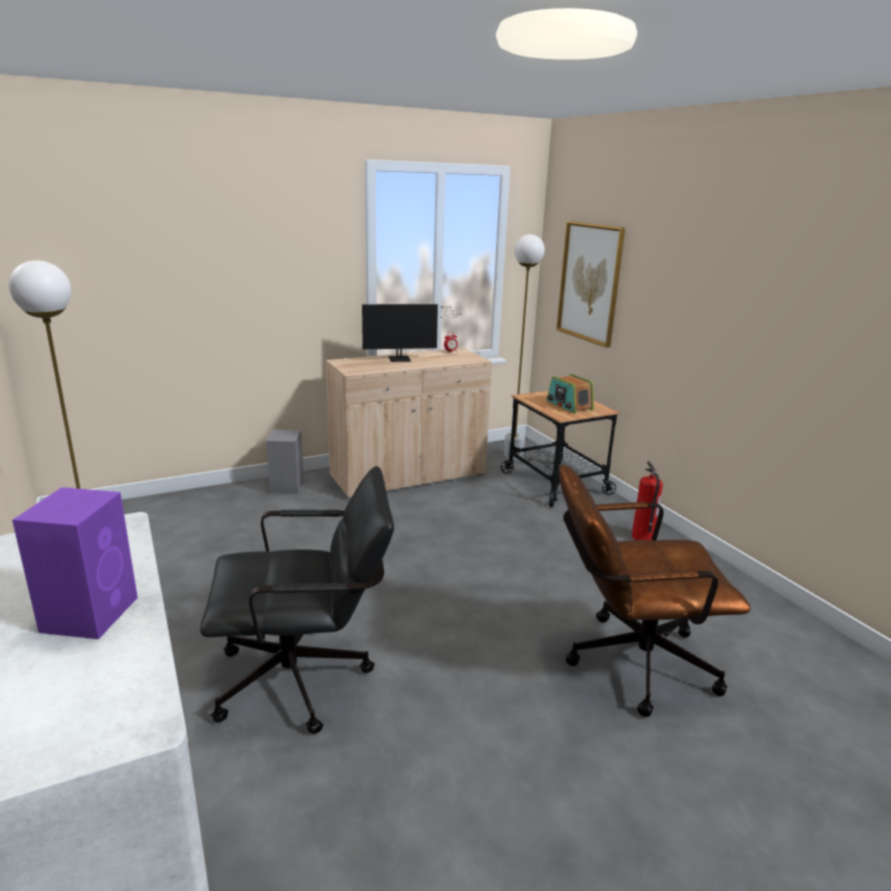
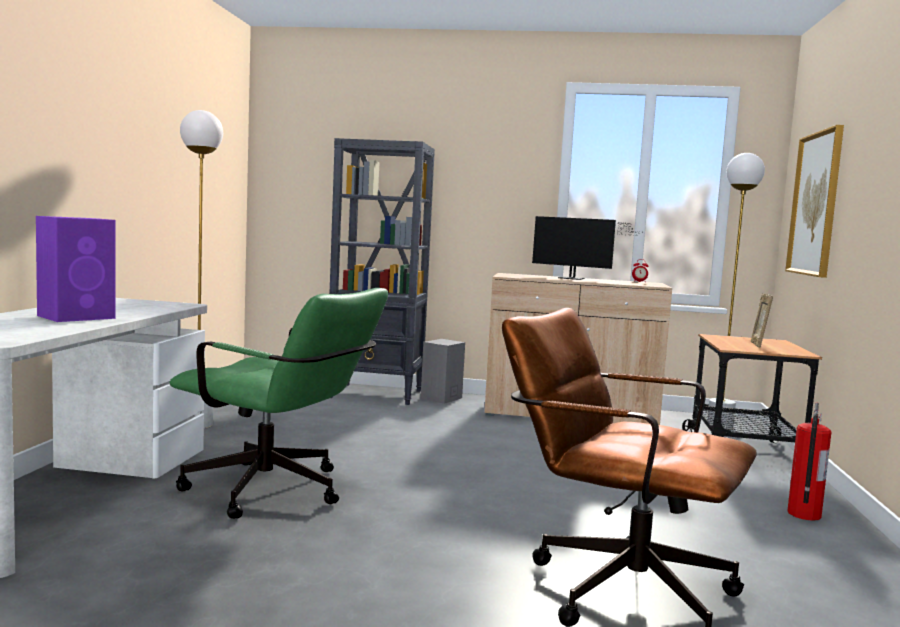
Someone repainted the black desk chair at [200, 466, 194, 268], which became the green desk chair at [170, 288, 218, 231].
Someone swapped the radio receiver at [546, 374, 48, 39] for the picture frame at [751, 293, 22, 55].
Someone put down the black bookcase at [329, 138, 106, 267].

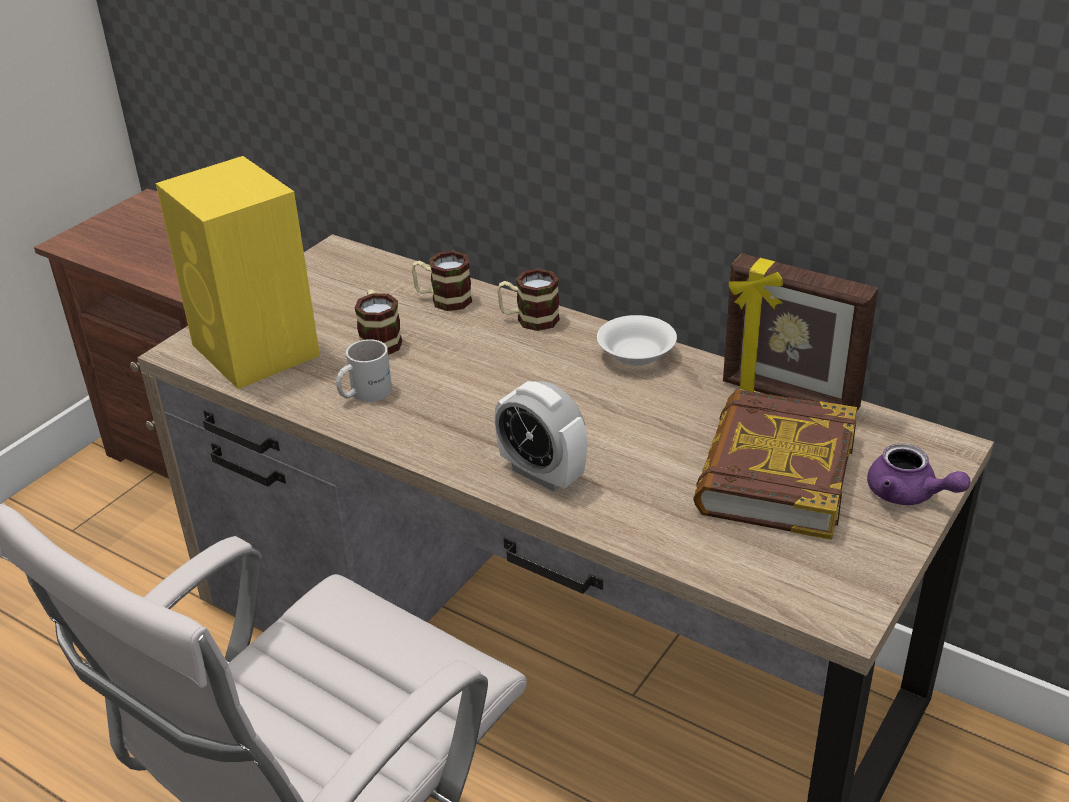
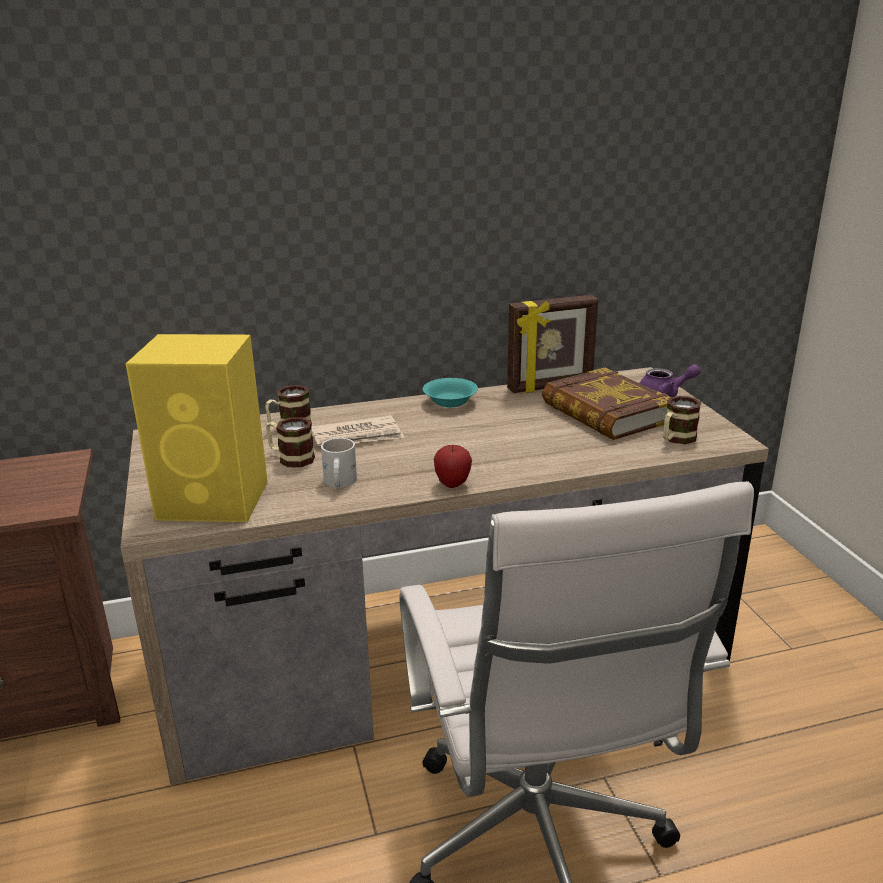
Someone took away the bedside clock at [494, 381, 93, 111].
Someone carried the tea mug from [497, 268, 63, 63] to [663, 396, 38, 48].
Someone repainted the white bowl at [597, 315, 80, 50], which became the turquoise bowl at [423, 378, 55, 30].
Someone put down the daily paper at [312, 415, 92, 31].
Someone put down the apple fruit at [434, 445, 38, 43].

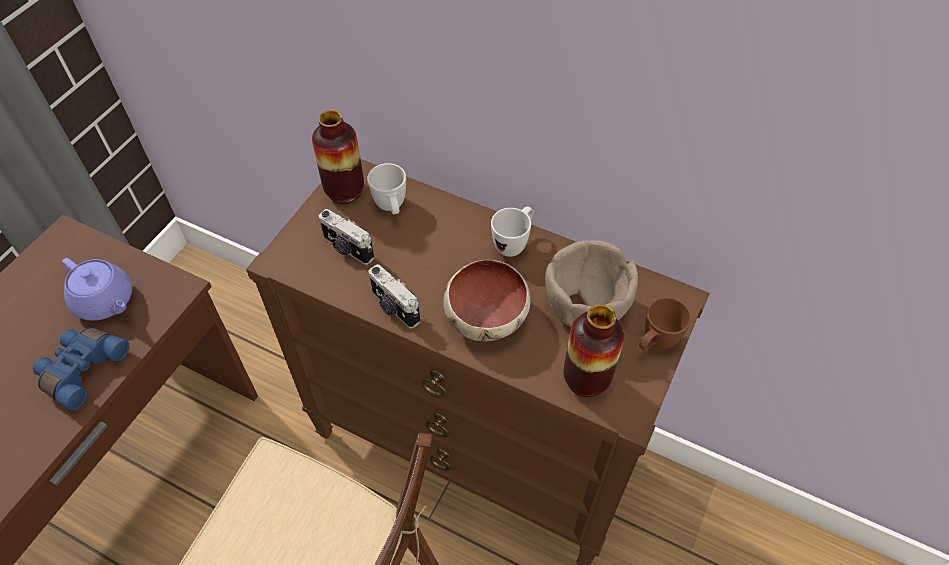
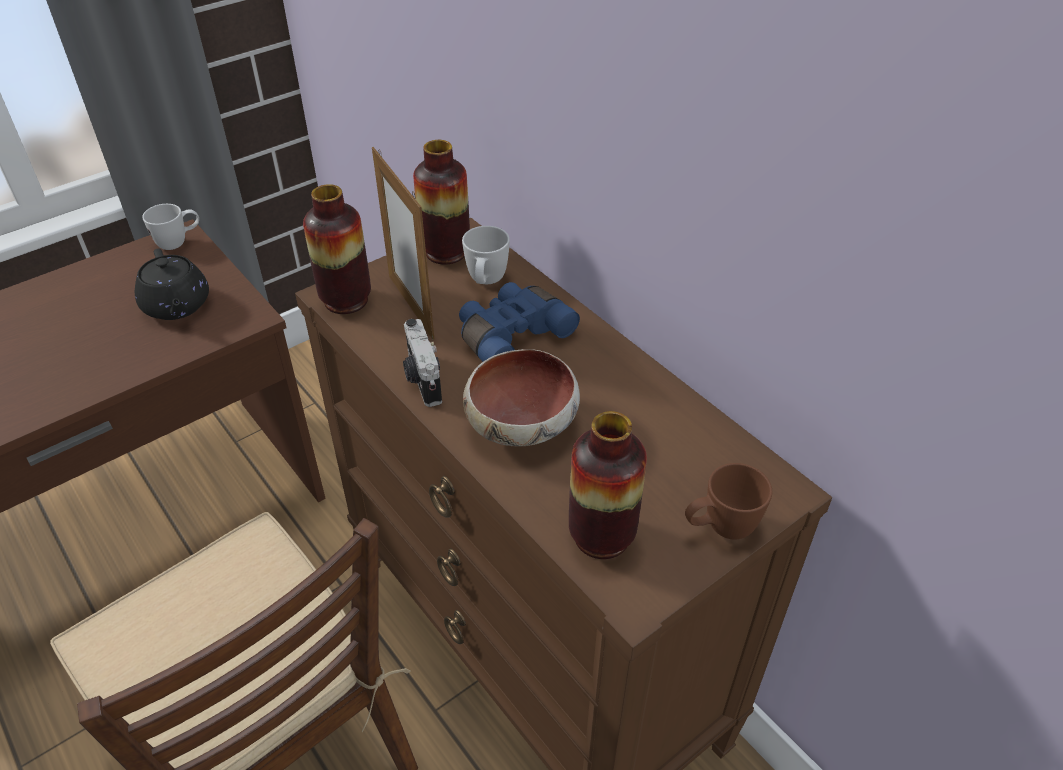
Someone carried the blue-coloured pair of binoculars from [33, 328, 96, 83] to [459, 282, 121, 80].
Someone repainted the purplish teapot at [62, 258, 70, 63], which became the black teapot at [135, 249, 74, 71].
Someone swapped the still camera at [319, 209, 55, 56] for the picture frame at [372, 147, 62, 193].
Someone carried the white tea mug from [491, 206, 43, 51] to [142, 204, 57, 46].
Someone took away the brown-coloured bowl at [545, 240, 93, 87].
Someone put down the decorative vase at [303, 184, 68, 130].

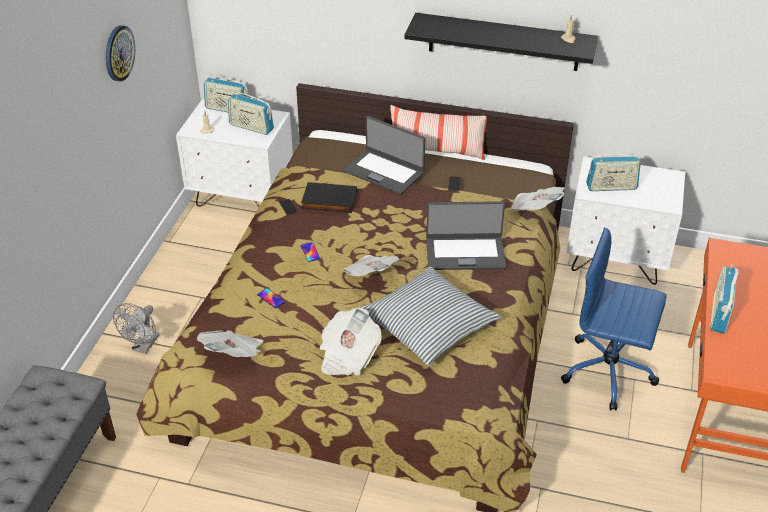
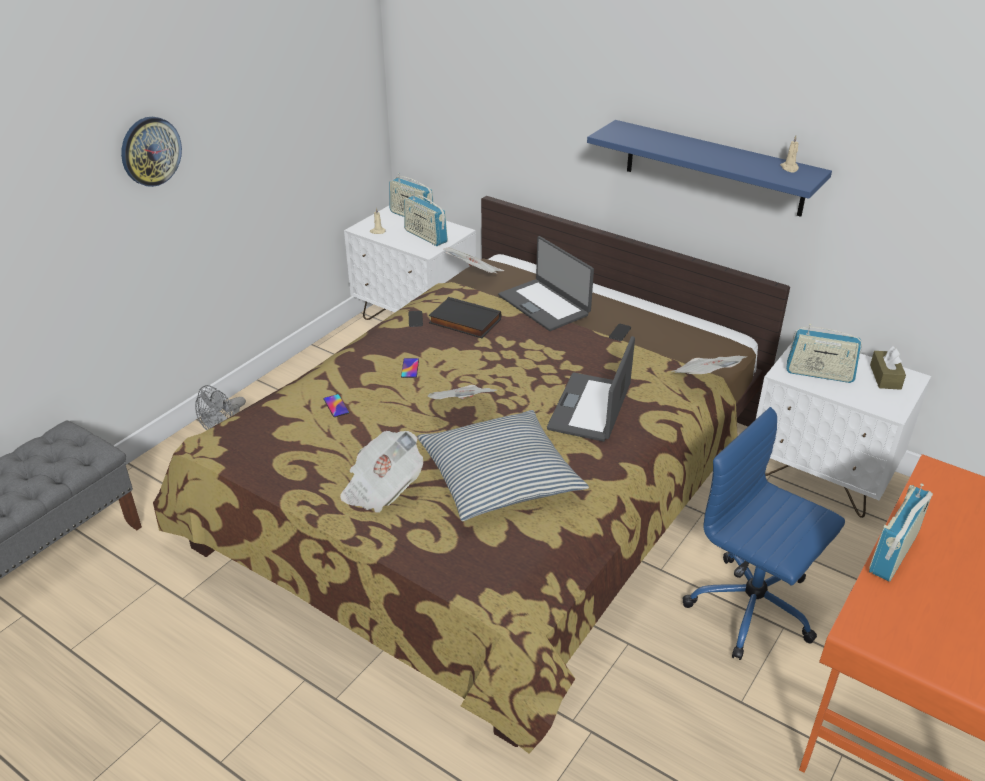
Someone carried the clock on the wall from [106, 25, 29, 57] to [121, 117, 61, 70].
Someone carried the daily paper from [197, 330, 67, 27] to [443, 248, 61, 25].
Someone took away the throw pillow at [390, 105, 97, 55].
Someone repainted the black wall shelf at [405, 13, 193, 58], which became the blue-coloured wall shelf at [587, 120, 245, 97].
Someone rotated the laptop at [426, 201, 80, 69] by 90 degrees clockwise.
Someone put down the brown-coloured tissue box at [870, 346, 36, 44].

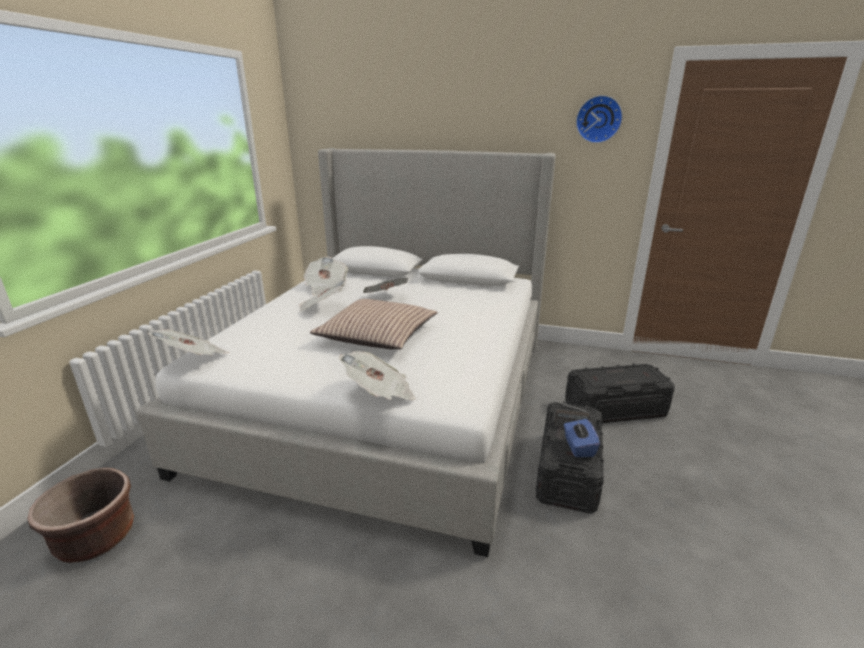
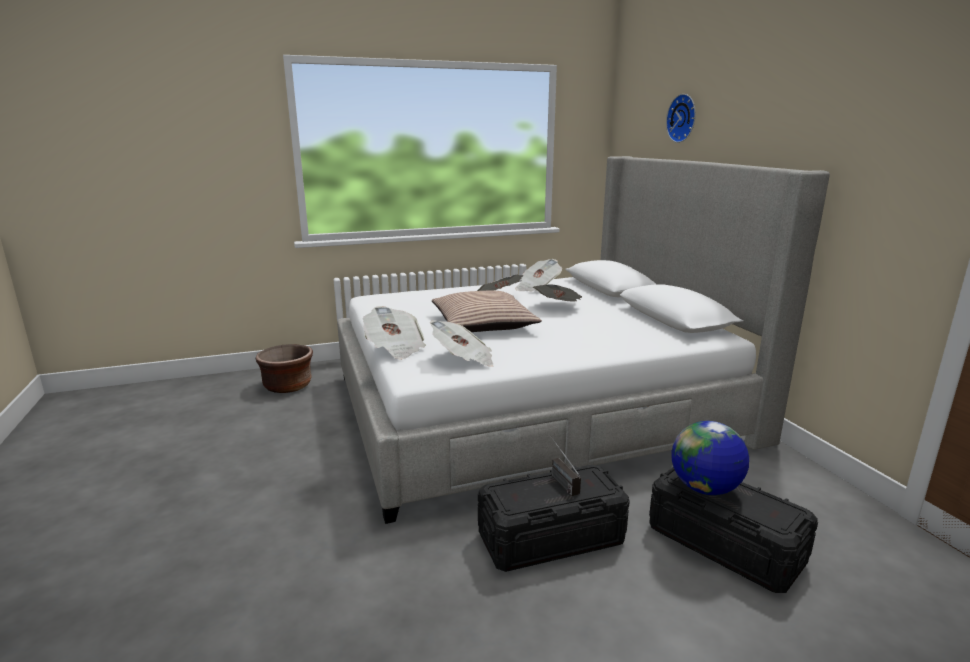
Someone carried the daily paper from [147, 330, 83, 25] to [430, 320, 63, 47].
Someone took away the blue-coloured tissue box at [564, 419, 36, 38].
Someone carried the clock on the wall from [576, 95, 47, 48] to [666, 94, 30, 49].
Someone put down the globe at [671, 421, 78, 74].

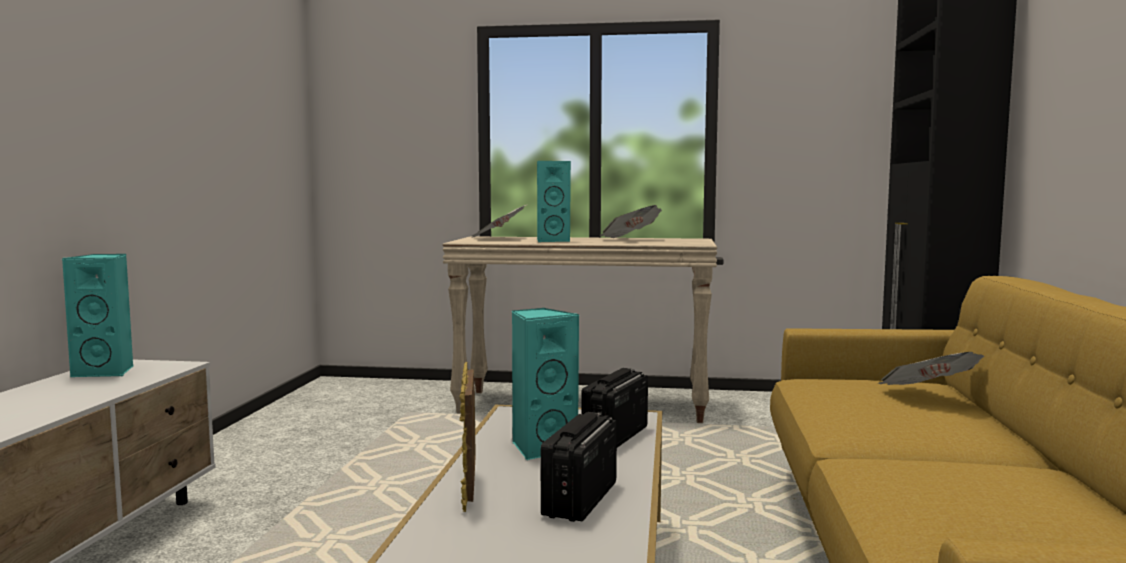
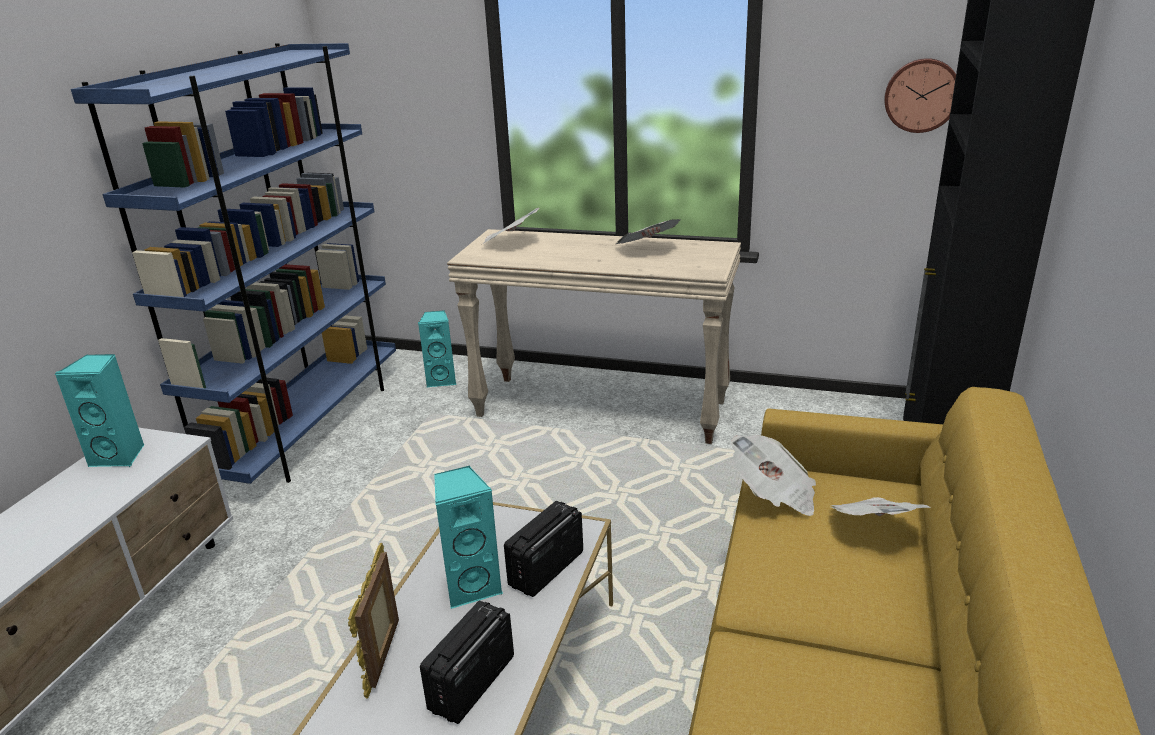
Someone carried the turquoise speaker from [537, 161, 34, 81] to [418, 310, 39, 77].
Someone put down the blue-coloured bookcase at [71, 43, 325, 441].
Someone put down the daily paper at [731, 435, 85, 81].
Someone put up the clock on the wall at [884, 58, 72, 75].

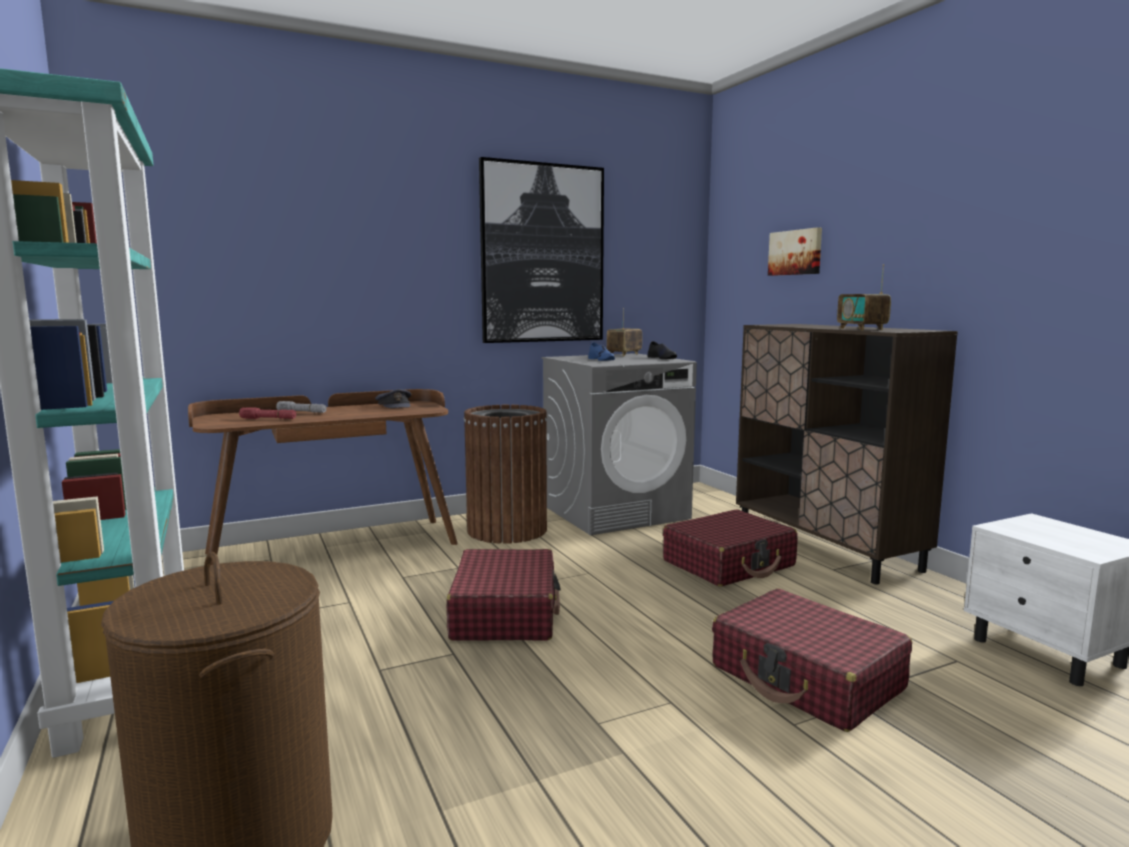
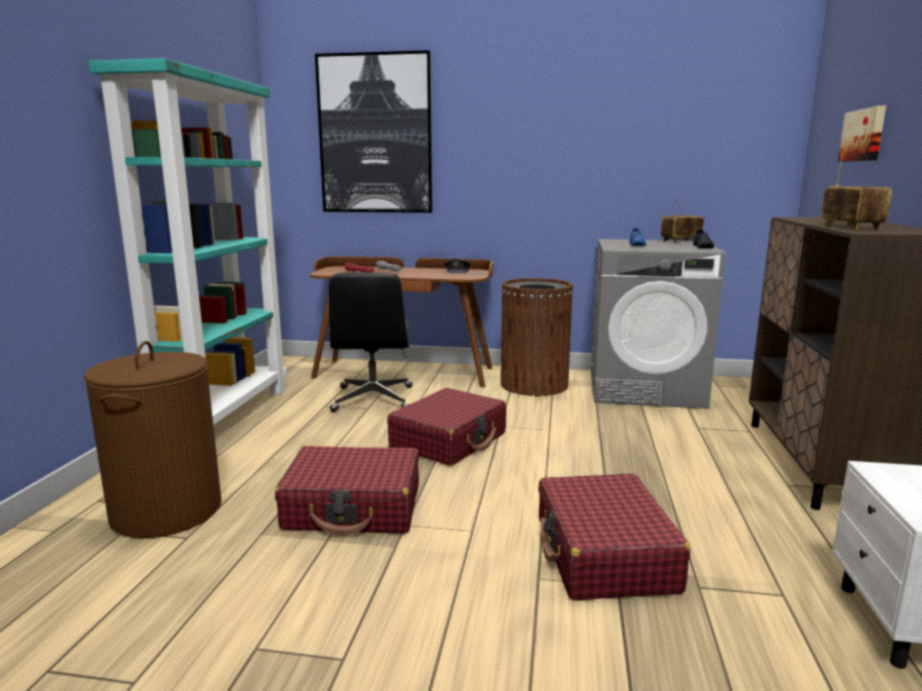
Someone carried the wall art from [479, 157, 125, 186] to [315, 50, 117, 163].
Someone carried the reddish travel case from [663, 509, 135, 77] to [275, 446, 144, 90].
Someone rotated the radio receiver at [837, 264, 54, 66] by 150 degrees clockwise.
Someone put down the black desk chair at [329, 272, 84, 140].

